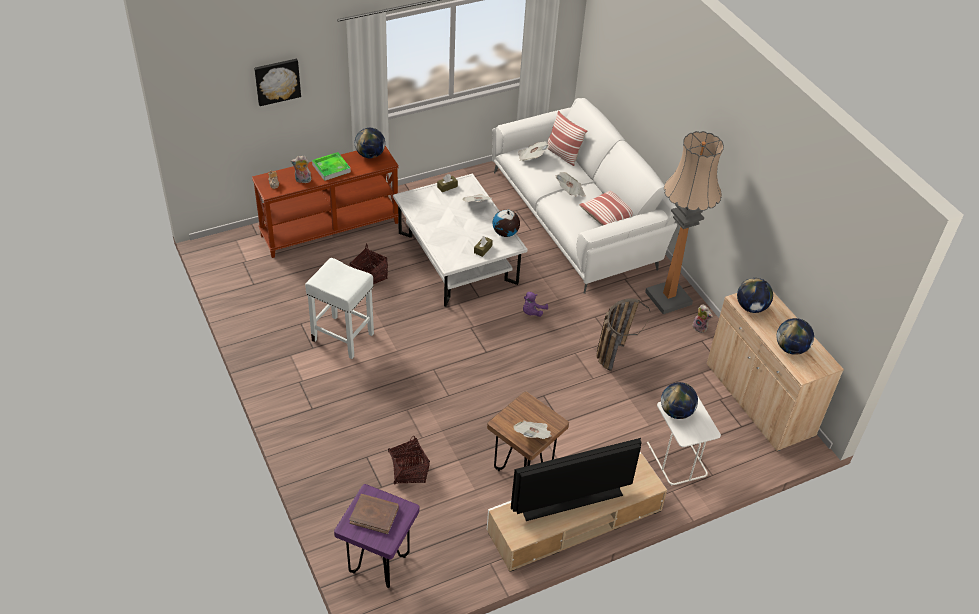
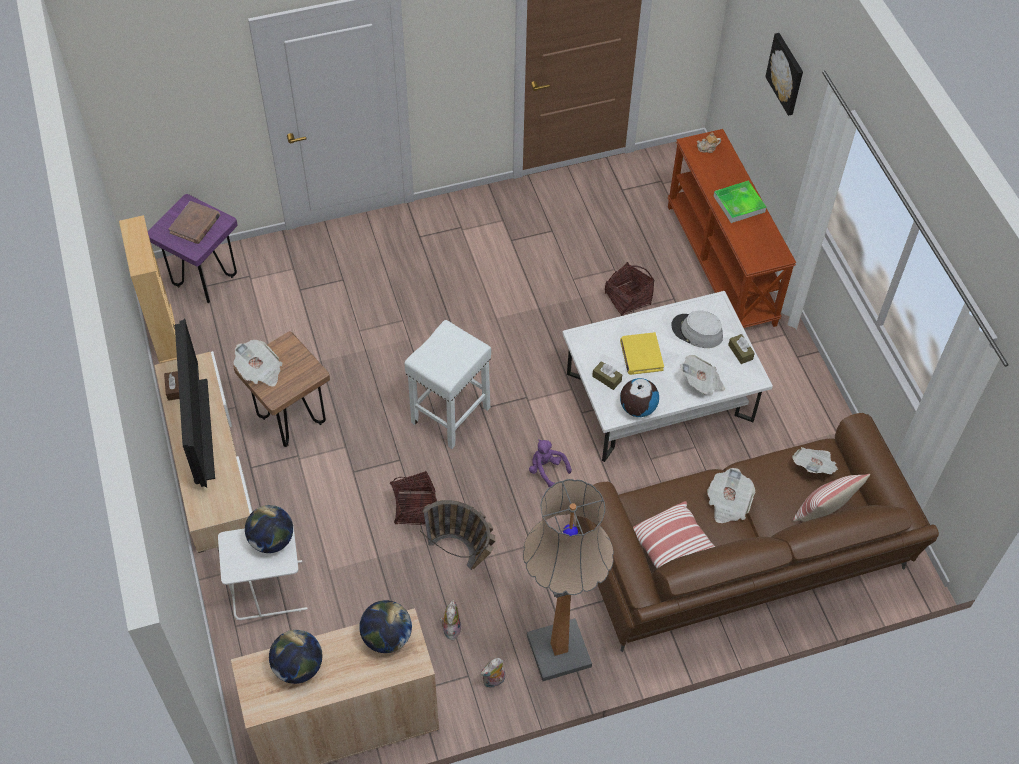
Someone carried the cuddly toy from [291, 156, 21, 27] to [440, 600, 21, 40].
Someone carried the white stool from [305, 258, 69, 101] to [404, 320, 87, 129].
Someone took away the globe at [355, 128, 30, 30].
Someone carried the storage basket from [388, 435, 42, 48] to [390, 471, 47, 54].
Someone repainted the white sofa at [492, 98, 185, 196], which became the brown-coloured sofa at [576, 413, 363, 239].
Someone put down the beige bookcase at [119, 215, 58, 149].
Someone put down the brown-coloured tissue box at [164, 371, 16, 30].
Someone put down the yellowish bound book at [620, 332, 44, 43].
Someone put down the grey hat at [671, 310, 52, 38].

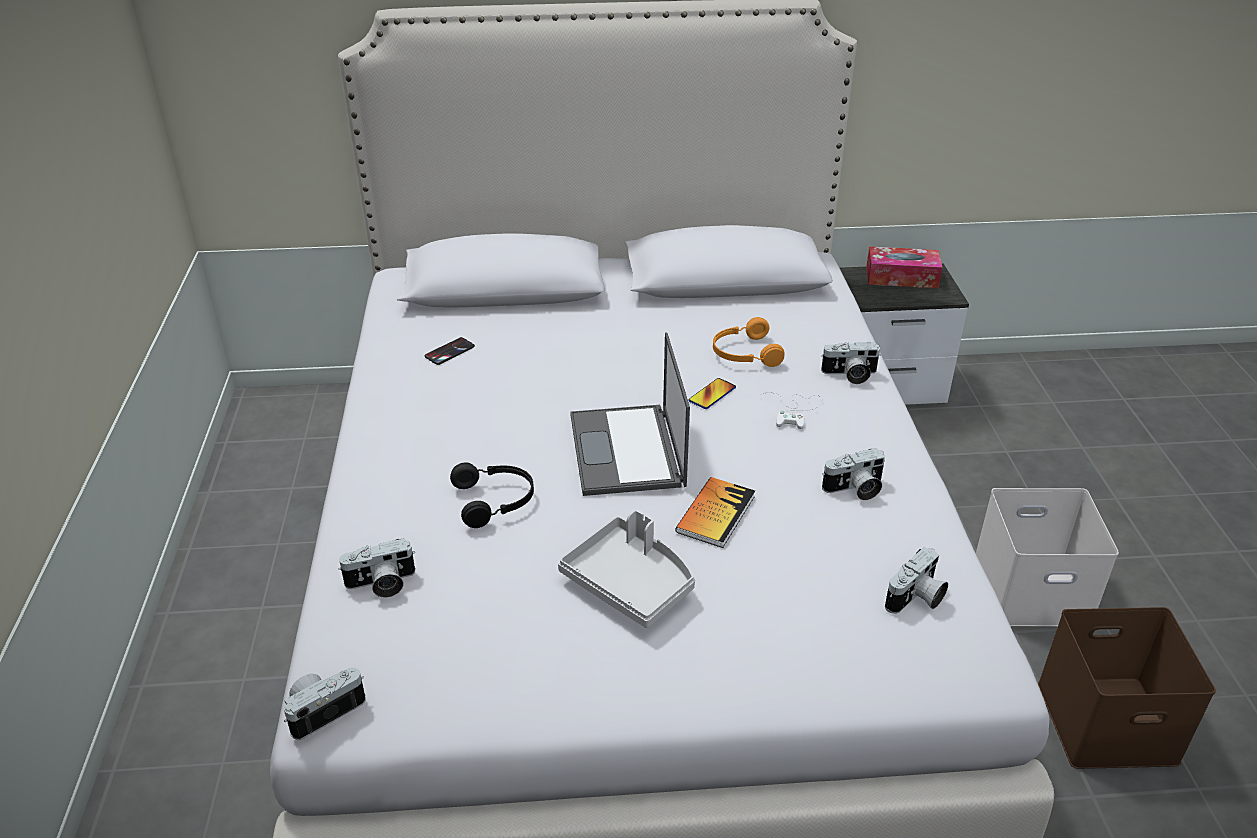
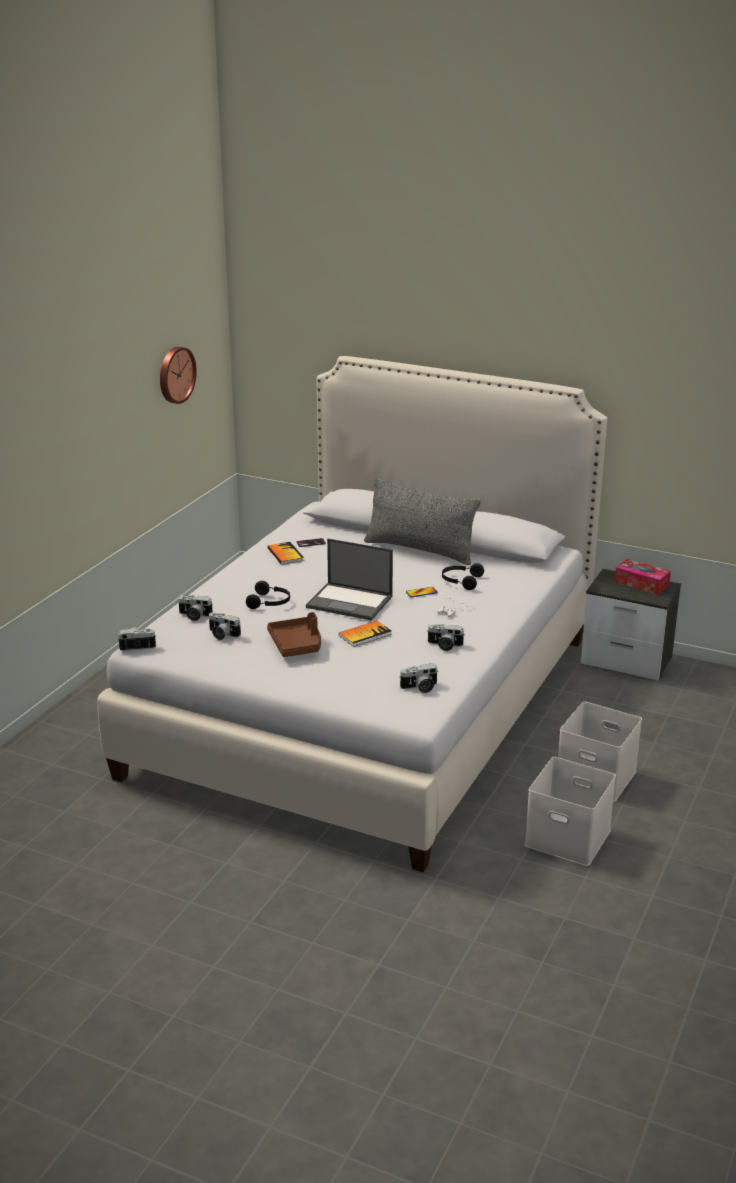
Someone repainted the grey carrying tray at [558, 510, 137, 118], which became the brown-coloured carrying tray at [267, 612, 54, 45].
Someone rotated the laptop at [570, 332, 120, 164] by 90 degrees counterclockwise.
Someone repainted the orangey headset at [713, 317, 72, 50], which became the black headset at [442, 563, 42, 27].
Someone carried the still camera from [821, 342, 60, 42] to [209, 612, 32, 28].
Someone repainted the brown-coloured storage container at [1038, 607, 178, 162], which became the white storage container at [525, 757, 91, 109].
Someone put up the clock on the wall at [160, 347, 37, 57].
Someone put down the bound book at [267, 542, 37, 23].
Someone put down the grey throw pillow at [364, 479, 117, 86].

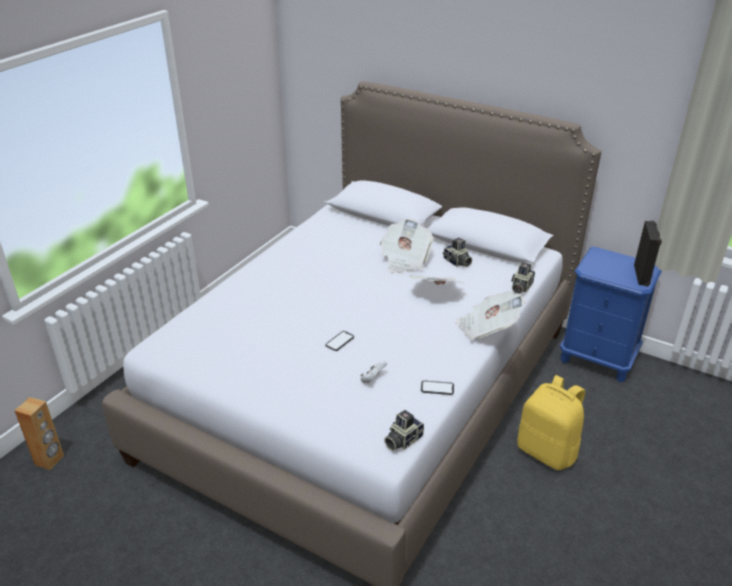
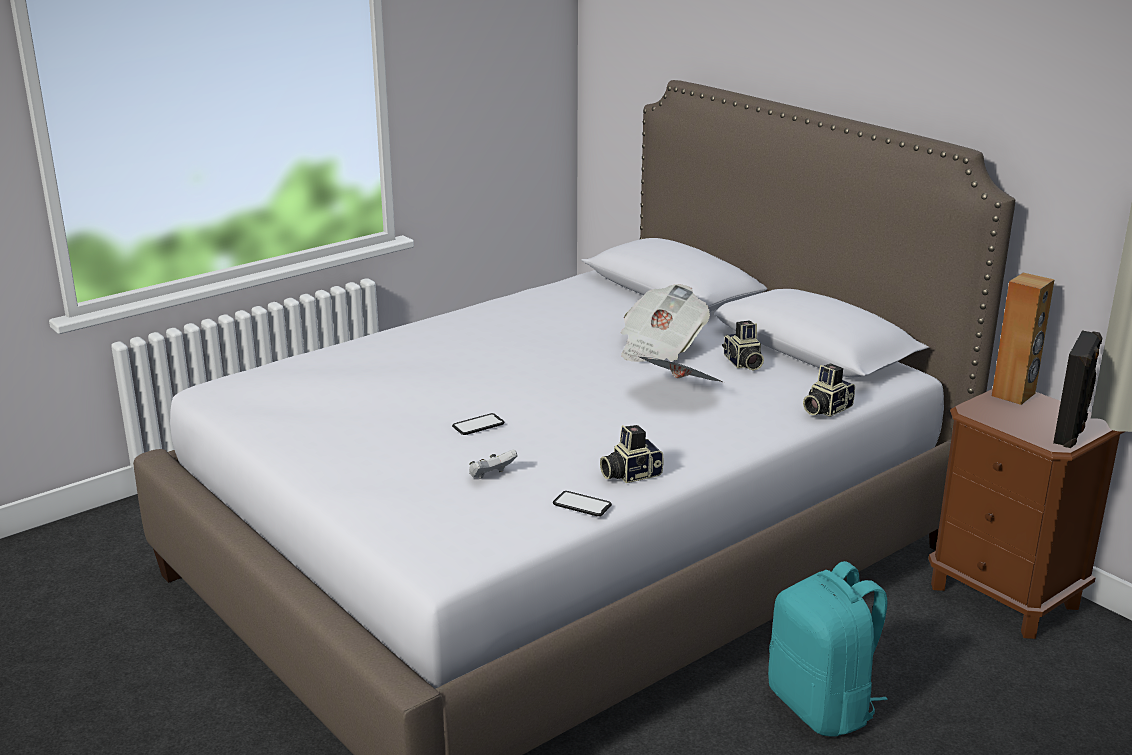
Someone carried the brown-coloured speaker from [15, 397, 49, 73] to [992, 273, 63, 132].
Someone carried the still camera from [384, 410, 40, 41] to [600, 425, 63, 58].
Someone took away the daily paper at [456, 291, 69, 49].
Someone repainted the yellowish rucksack at [517, 375, 68, 95], which became the turquoise rucksack at [768, 561, 120, 176].
Someone repainted the blue-coloured night table at [560, 246, 102, 136], which became the brown-coloured night table at [929, 389, 195, 250].

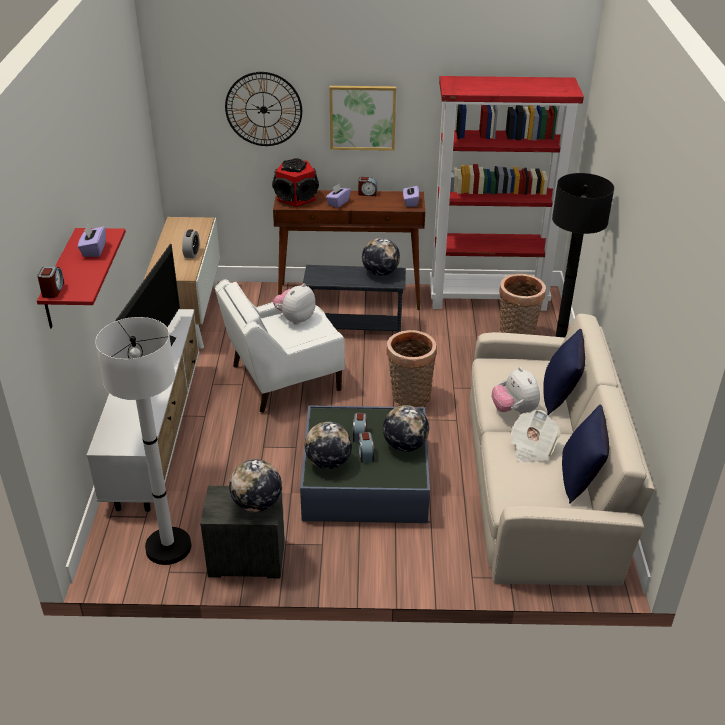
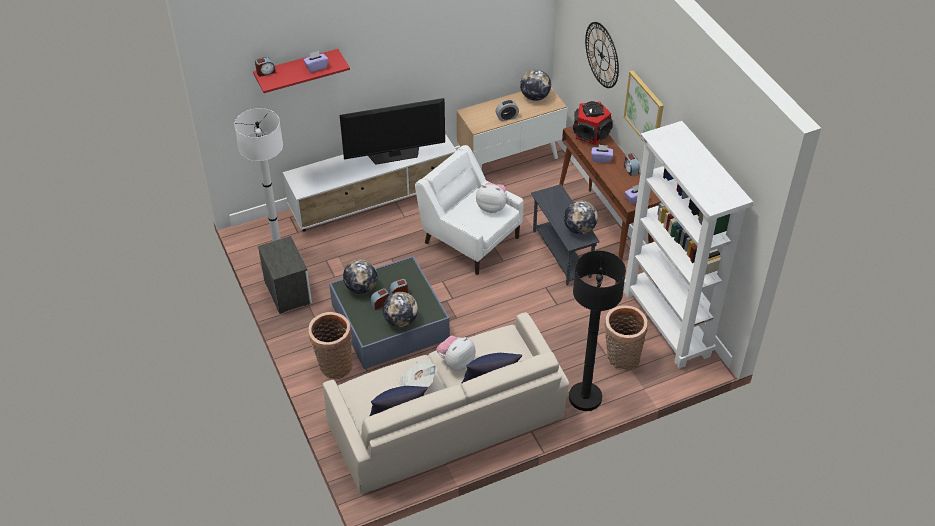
Someone carried the globe from [229, 459, 53, 53] to [520, 69, 31, 32].
Someone carried the storage basket from [387, 330, 50, 77] to [308, 312, 44, 67].
Someone repainted the reddish bookcase at [430, 76, 154, 235], which became the white bookcase at [624, 121, 129, 248].

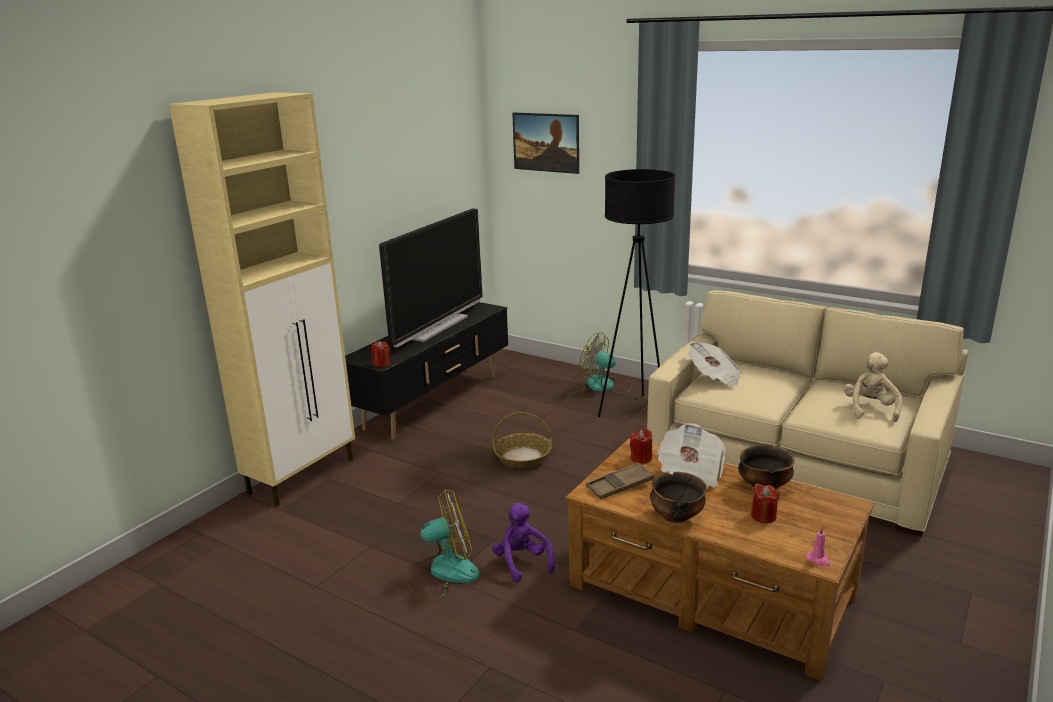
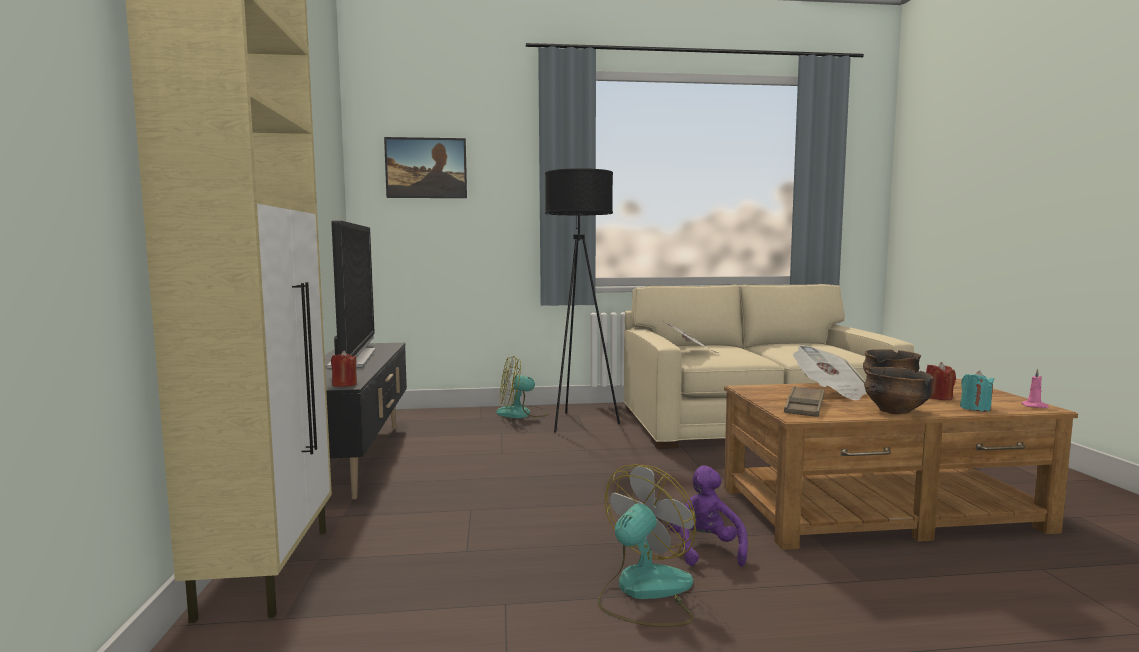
Someone rotated the purplish cuddly toy at [492, 503, 63, 79] by 60 degrees clockwise.
Someone took away the storage basket at [493, 412, 59, 56].
Someone took away the reddish wax light at [630, 429, 22, 35].
Someone took away the beige cuddly toy at [844, 352, 58, 70].
Someone put down the turquoise wax light at [960, 371, 34, 41].

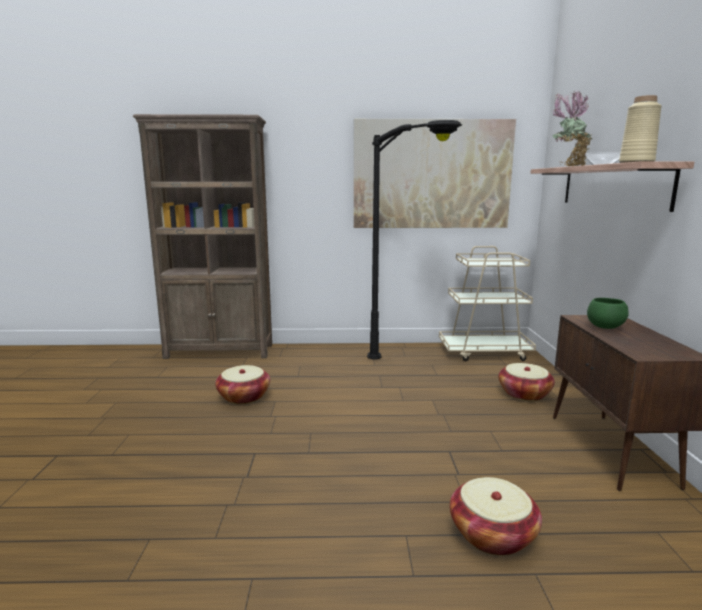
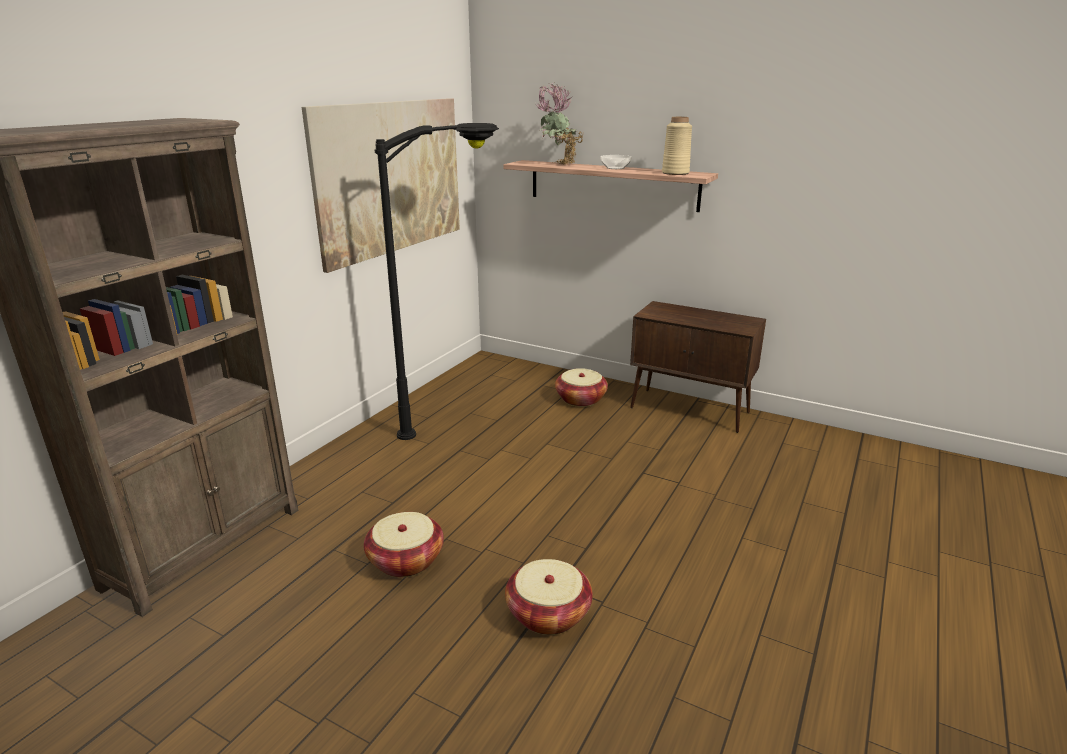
Someone took away the beige wheeled cart at [439, 246, 97, 115].
Someone carried the storage basket from [450, 477, 92, 79] to [505, 559, 88, 76].
Someone took away the green bowl at [587, 298, 42, 31].

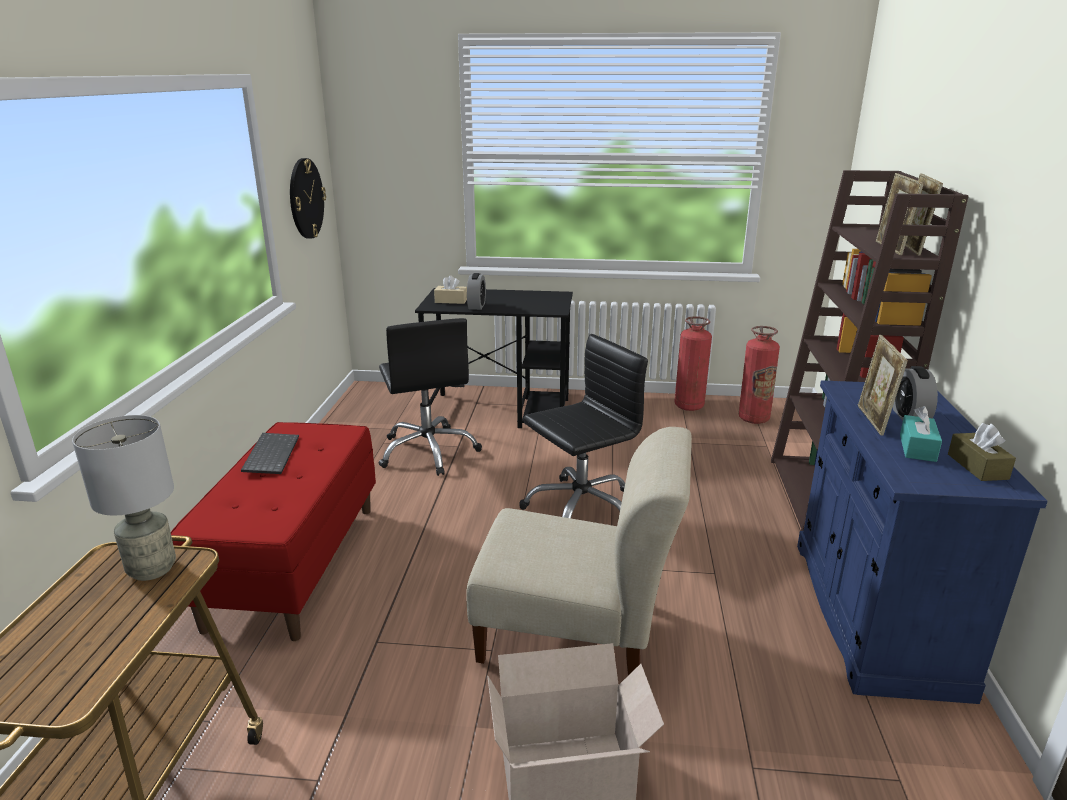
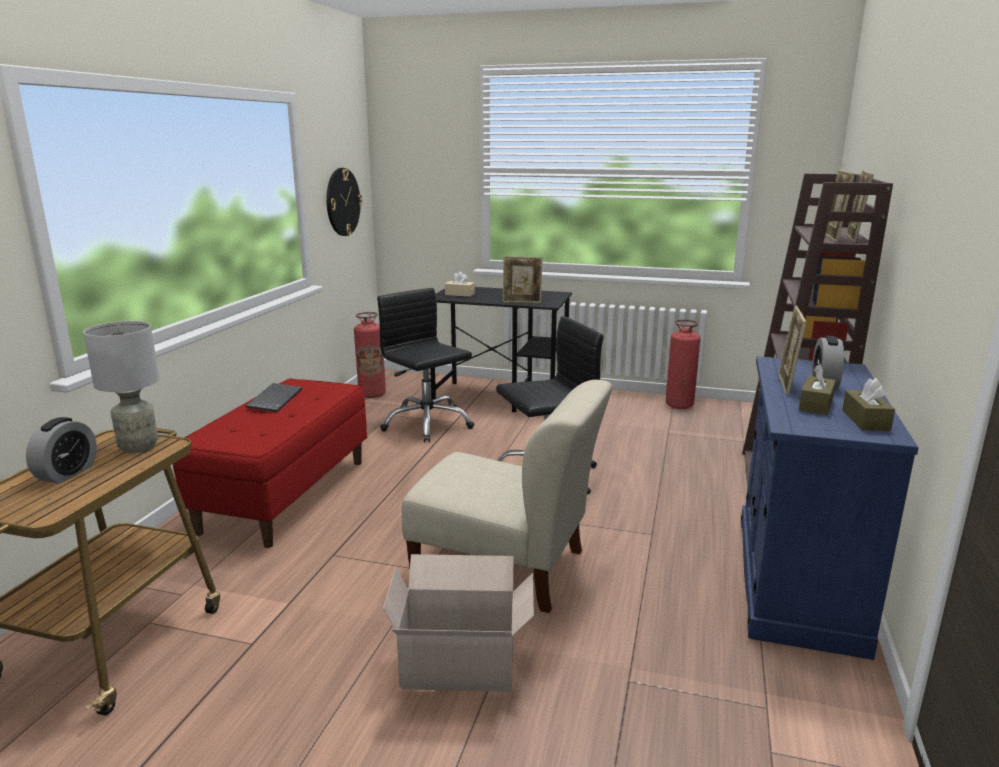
Someone rotated the black desk chair at [379, 318, 103, 158] by 150 degrees clockwise.
Someone carried the bedside clock from [467, 273, 19, 37] to [26, 417, 71, 67].
Someone carried the extinguisher from [739, 326, 41, 98] to [354, 312, 32, 86].
Someone repainted the turquoise tissue box at [900, 406, 42, 56], which became the brown-coloured tissue box at [799, 364, 37, 51].
Someone put down the picture frame at [503, 256, 40, 47].

